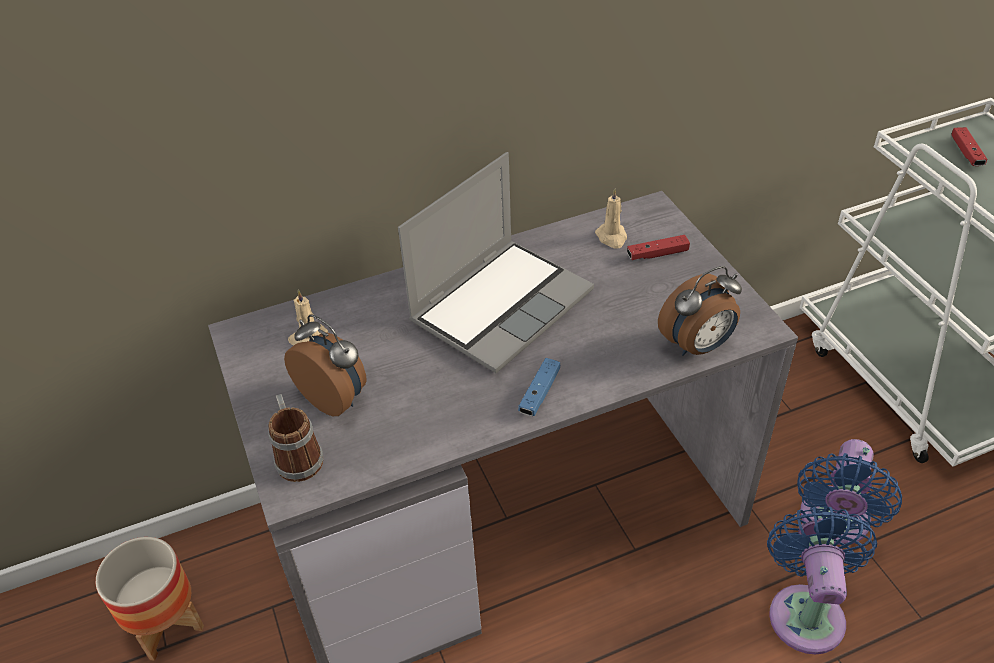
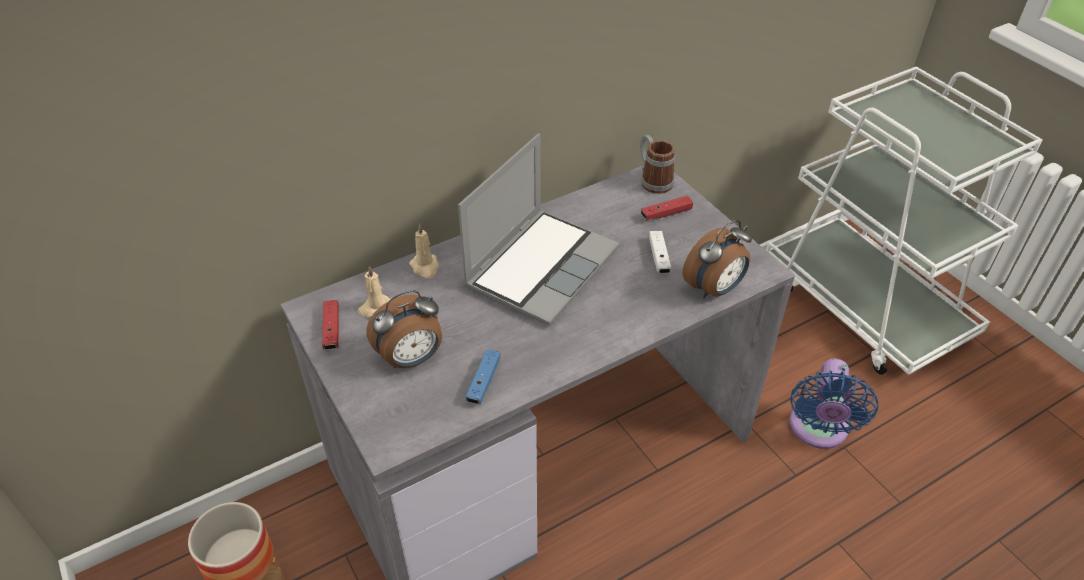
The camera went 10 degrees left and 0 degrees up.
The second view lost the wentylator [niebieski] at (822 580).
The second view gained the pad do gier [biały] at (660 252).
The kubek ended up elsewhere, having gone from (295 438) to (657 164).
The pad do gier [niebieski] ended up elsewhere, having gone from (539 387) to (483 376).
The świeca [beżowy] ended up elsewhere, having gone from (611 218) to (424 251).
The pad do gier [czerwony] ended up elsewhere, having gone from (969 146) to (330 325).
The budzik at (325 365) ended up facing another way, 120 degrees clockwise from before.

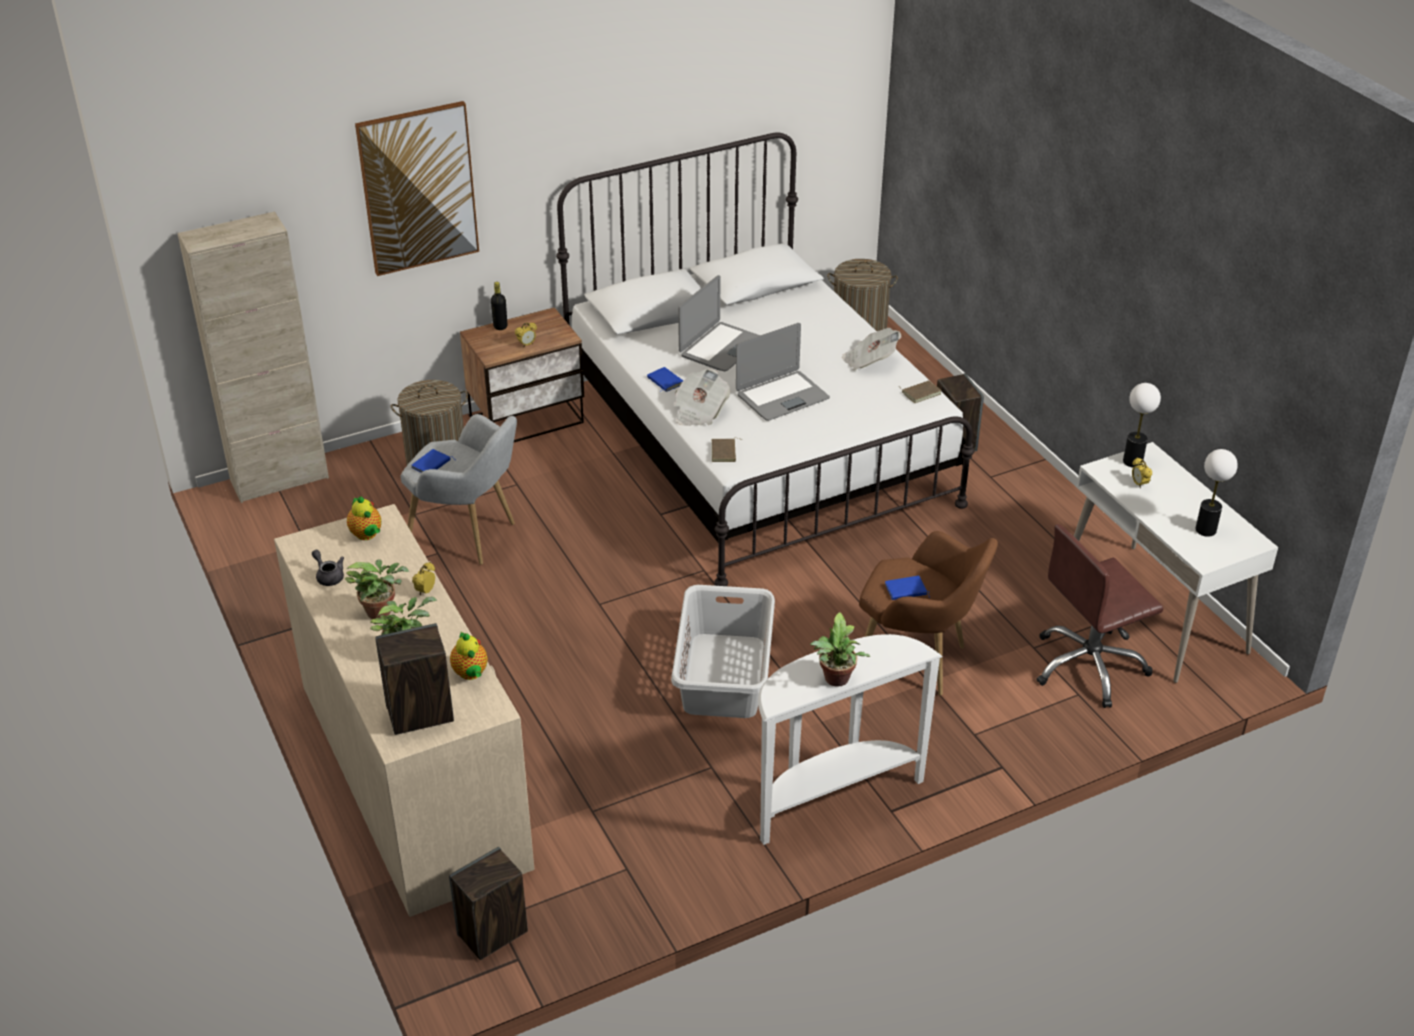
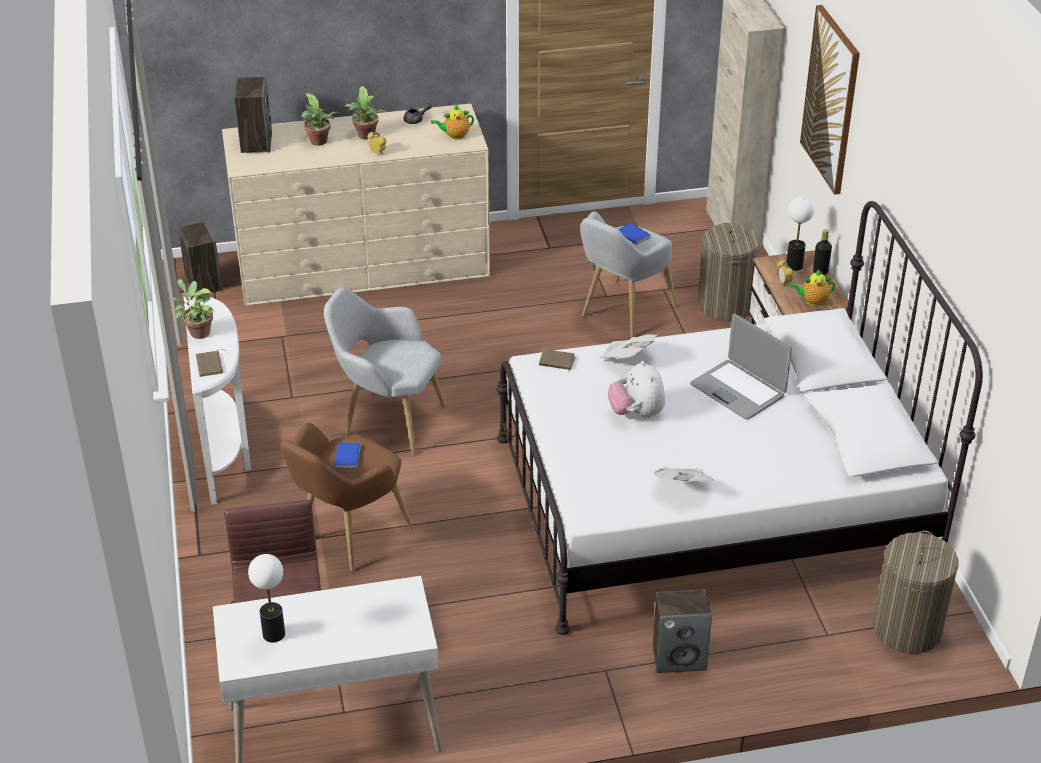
The camera went 105 degrees right and 0 degrees up.
The second view lost the książka [niebieski] at (665 379).
The second view lost the budzik at (1142 472).
The imbryk ended up elsewhere, having gone from (469 656) to (812 288).
The książka [brązowy] ended up elsewhere, having gone from (920 391) to (209 363).
The lampa stołowa ended up elsewhere, having gone from (1142 425) to (800 233).
Where the kosz na pranie [szary] stood at (723 651), the fotel [szary] came to stand at (385 371).
Where the laptop stood at (783 372), the pluszak came to stand at (636 390).

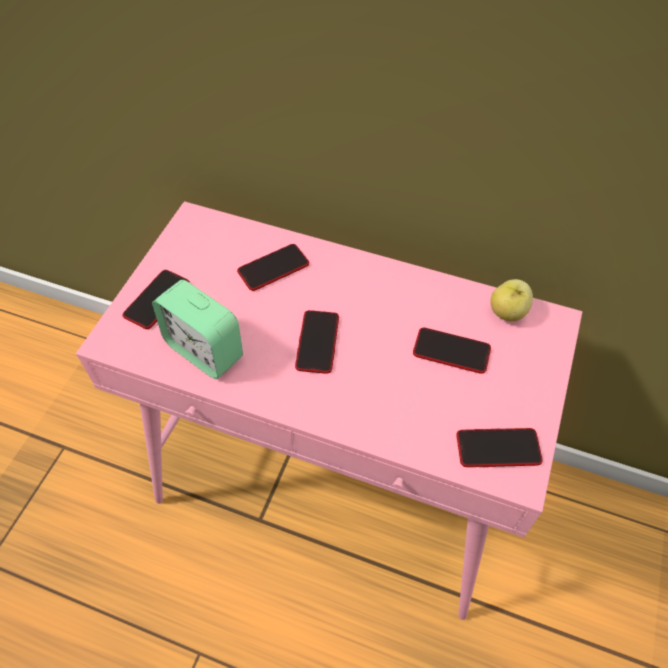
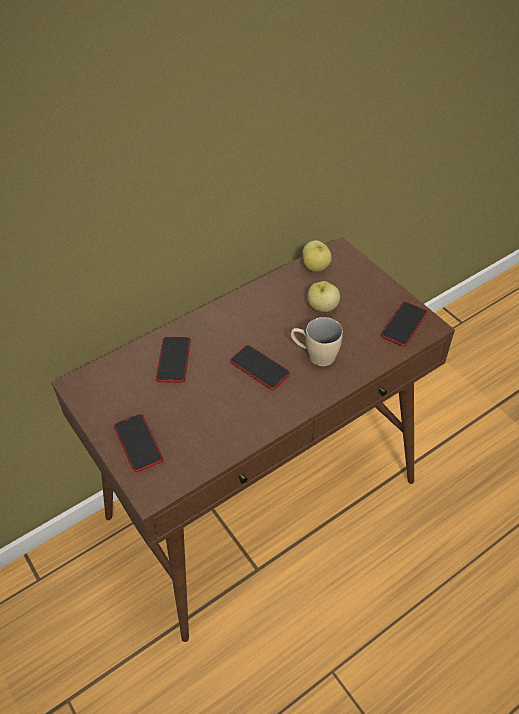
The camera went 55 degrees left and 5 degrees down.
The second view lost the budzik at (197 329).
The second view gained the kubek [beżowy] at (317 341).
Where the telefon stood at (452 351), the jabłko came to stand at (324 296).
What was the stolik konsolowy [różowy] at (329 410) turned into the stolik konsolowy [brązowy] at (253 439).

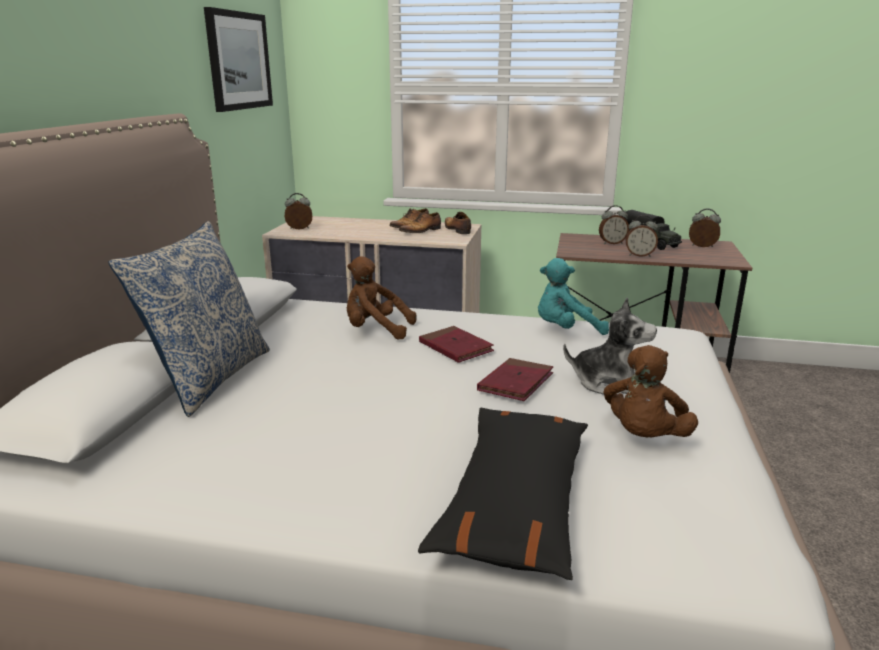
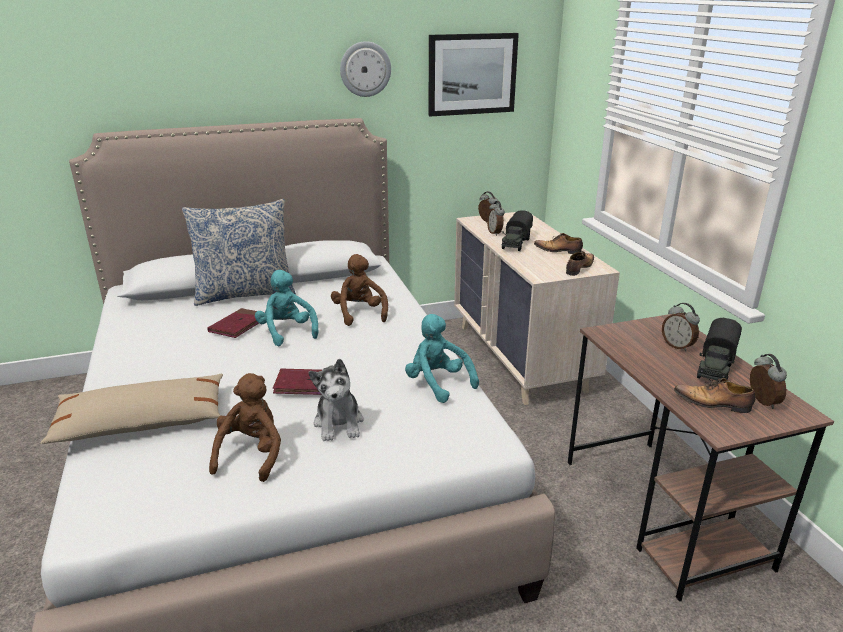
The camera went 60 degrees right and 5 degrees up.
The second view gained the pluszak [turkusowy] at (286 308).
The second view gained the zegar ścienny at (365 69).
The second view gained the ciężarówka zabawkowa at (517 230).
The but ended up elsewhere, having gone from (420 222) to (715 395).
The książka [czerwony] ended up elsewhere, having gone from (456 344) to (233 323).
The budzik ended up elsewhere, having gone from (642 236) to (496 218).
What was the poduszka [czarny] at (503 494) turned into the poduszka [beżowy] at (131 409).
The pluszak [brązowy] at (651 391) ended up facing another way, 105 degrees clockwise from before.

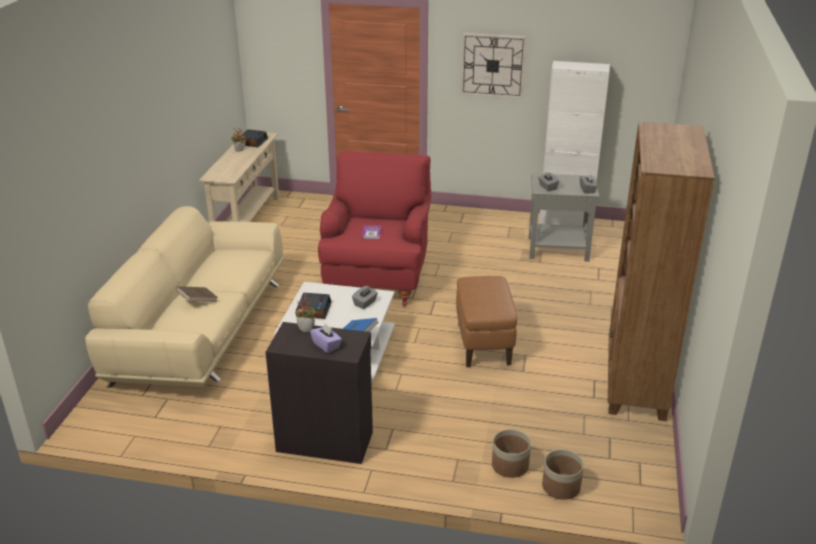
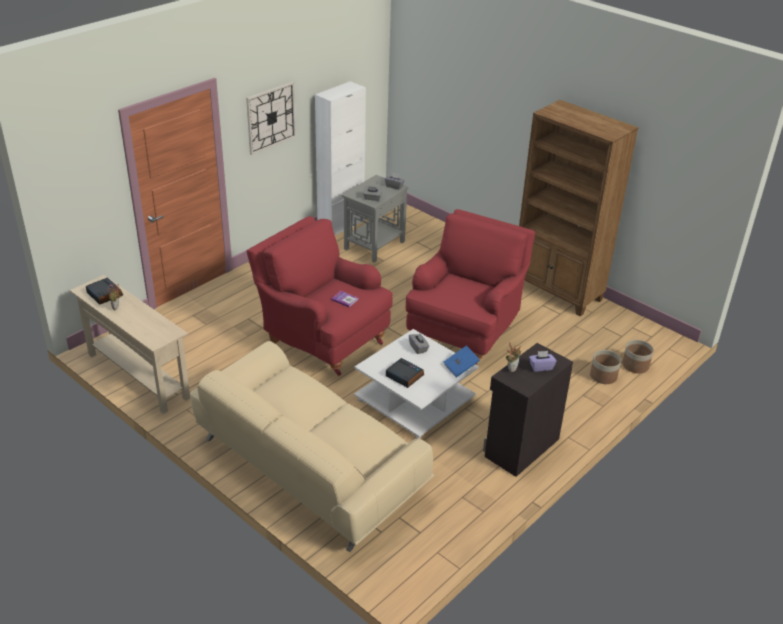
The camera went 60 degrees left and 5 degrees up.
The second view lost the książka [brązowy] at (197 294).
Where the pufa [brązowy] stood at (486 321), the fotel [czerwony] came to stand at (470 287).

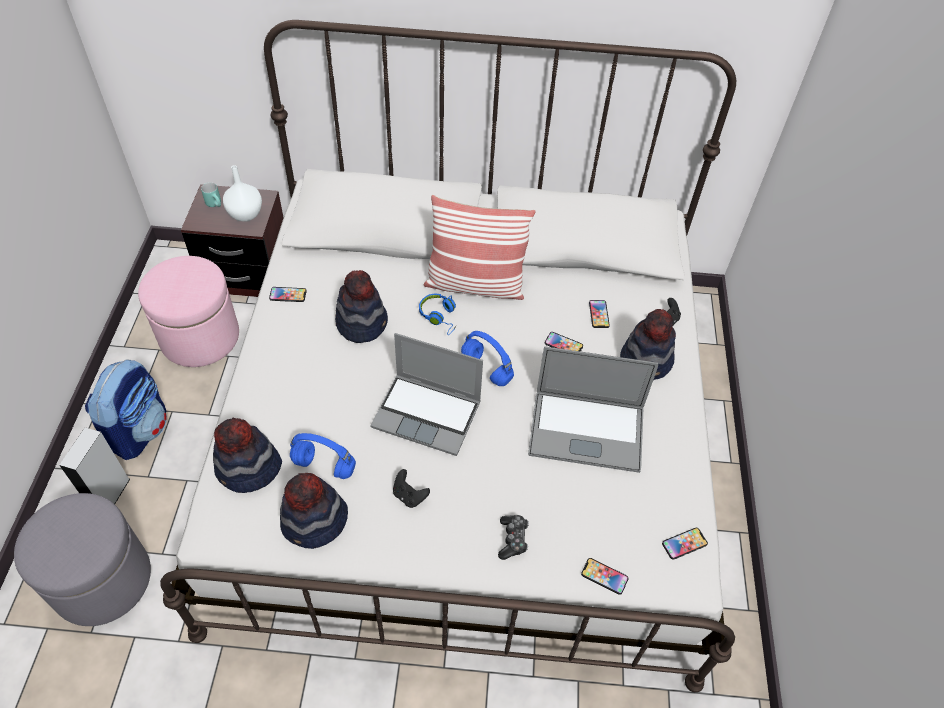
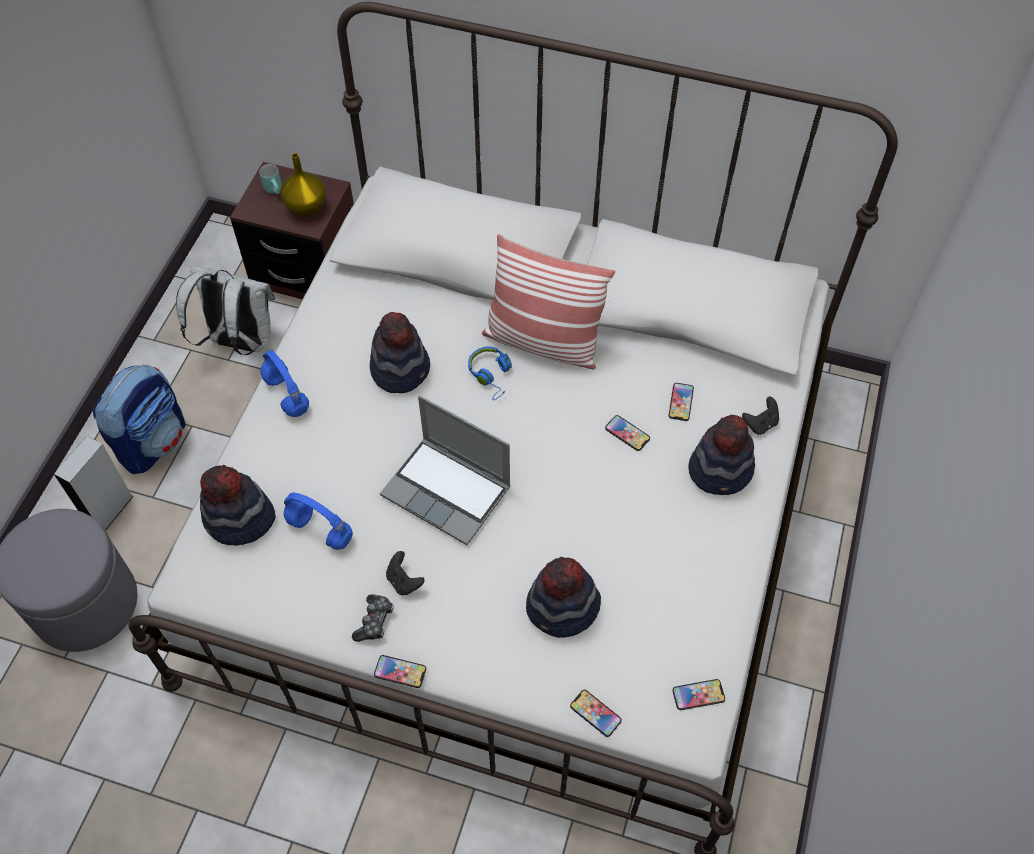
The camera went 15 degrees right and 5 degrees up.
The second view lost the laptop at (593 409).
The telefon ended up elsewhere, having gone from (287 294) to (400 671).
The kapelusz ended up elsewhere, having gone from (314 511) to (563 597).
The słuchawki [niebieski] ended up elsewhere, having gone from (487 358) to (284 383).
The pad do gier ended up elsewhere, having gone from (513 537) to (373 618).
Where the pufa [różowy] stood at (188 311), the plecak [biały] came to stand at (225 310).
What was the wazon [biały] at (242 193) turned into the wazon [żółty] at (303 185).

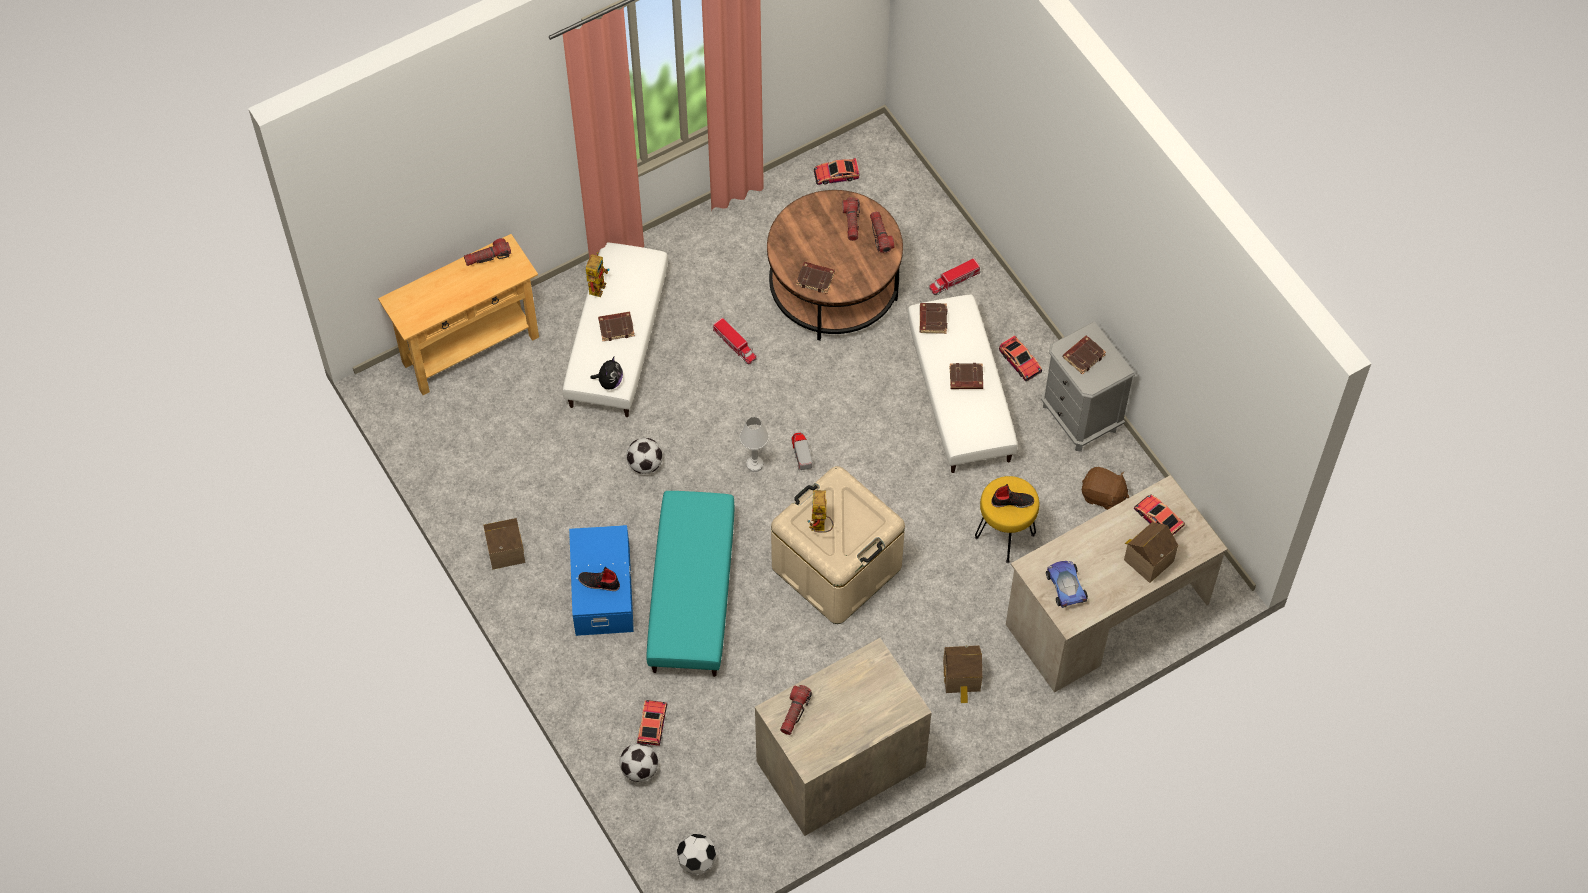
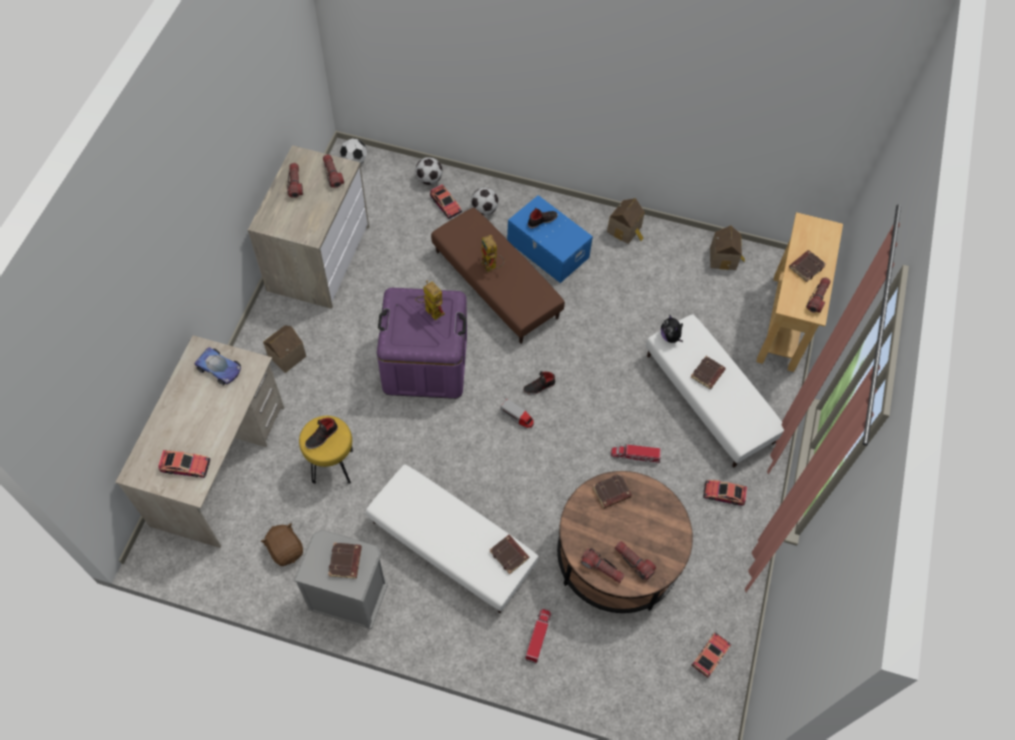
The camera went 135 degrees right and 0 degrees up.
The second view gained the latarka at (295 180).
The robot zabawkowy ended up elsewhere, having gone from (598 274) to (492 253).
The piłka futbolowa ended up elsewhere, having gone from (644 456) to (485 201).
The książka [brązowy] ended up elsewhere, having gone from (966 376) to (807 266).
The samochodzik ended up elsewhere, having gone from (1020 358) to (725 493).
The domek ended up elsewhere, having gone from (1151 552) to (727 247).
Where the lampa stołowa [biały] stood at (754 444), the but [czarny] came to stand at (539 383).
What was the pufa [turkusowy] at (690 584) turned into the pufa [brązowy] at (498 276).
What was the pojemnik do przechowywania [beżowy] at (838 545) turned into the pojemnik do przechowywania [fioletowy] at (422 343).
The pluszak [brązowy] at (1105 488) ended up facing another way, 75 degrees clockwise from before.

